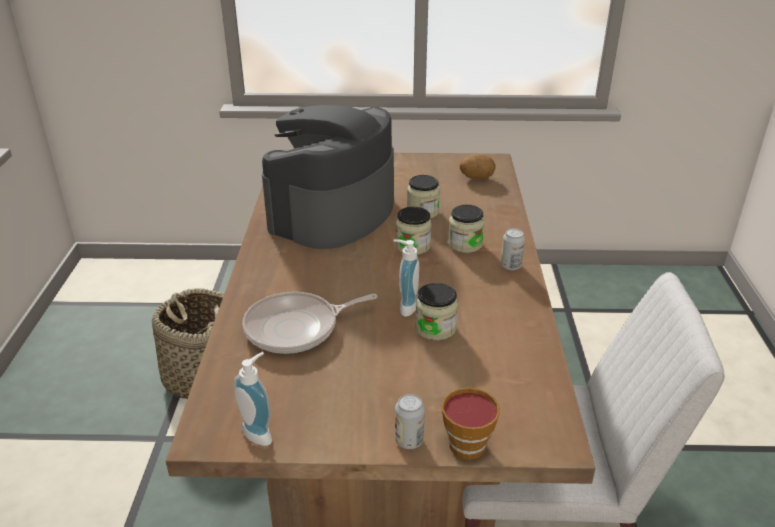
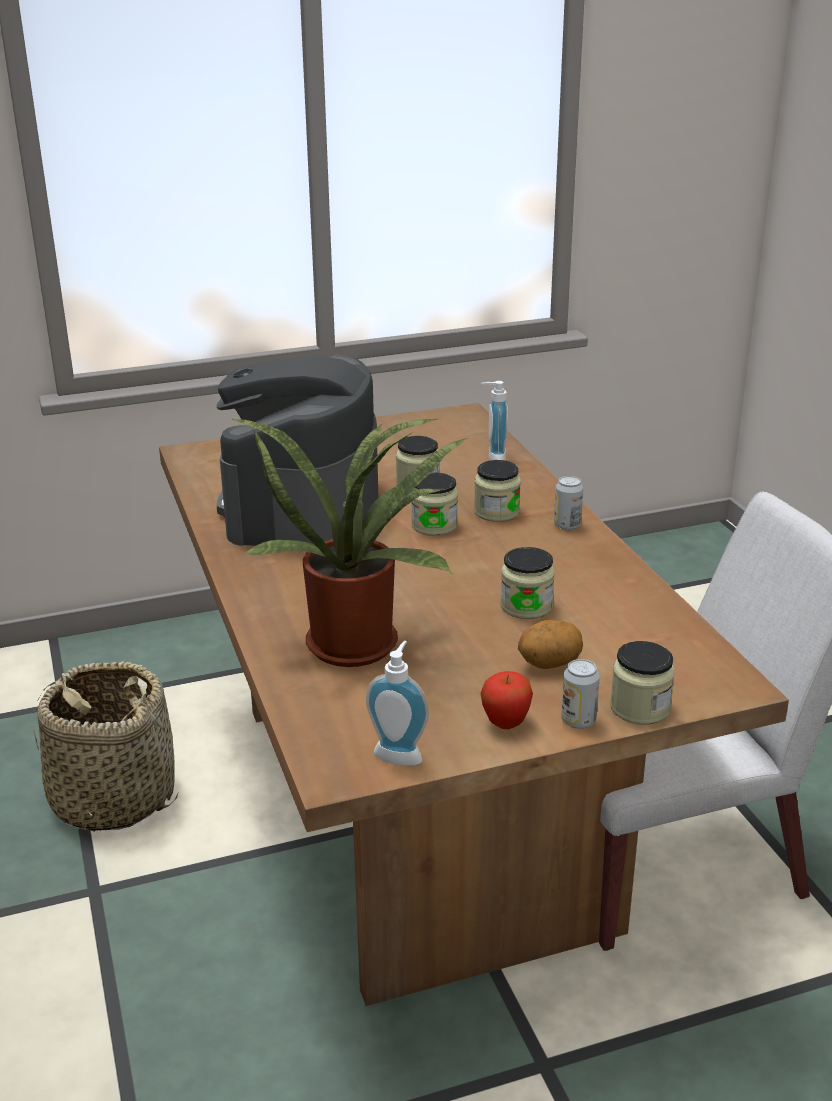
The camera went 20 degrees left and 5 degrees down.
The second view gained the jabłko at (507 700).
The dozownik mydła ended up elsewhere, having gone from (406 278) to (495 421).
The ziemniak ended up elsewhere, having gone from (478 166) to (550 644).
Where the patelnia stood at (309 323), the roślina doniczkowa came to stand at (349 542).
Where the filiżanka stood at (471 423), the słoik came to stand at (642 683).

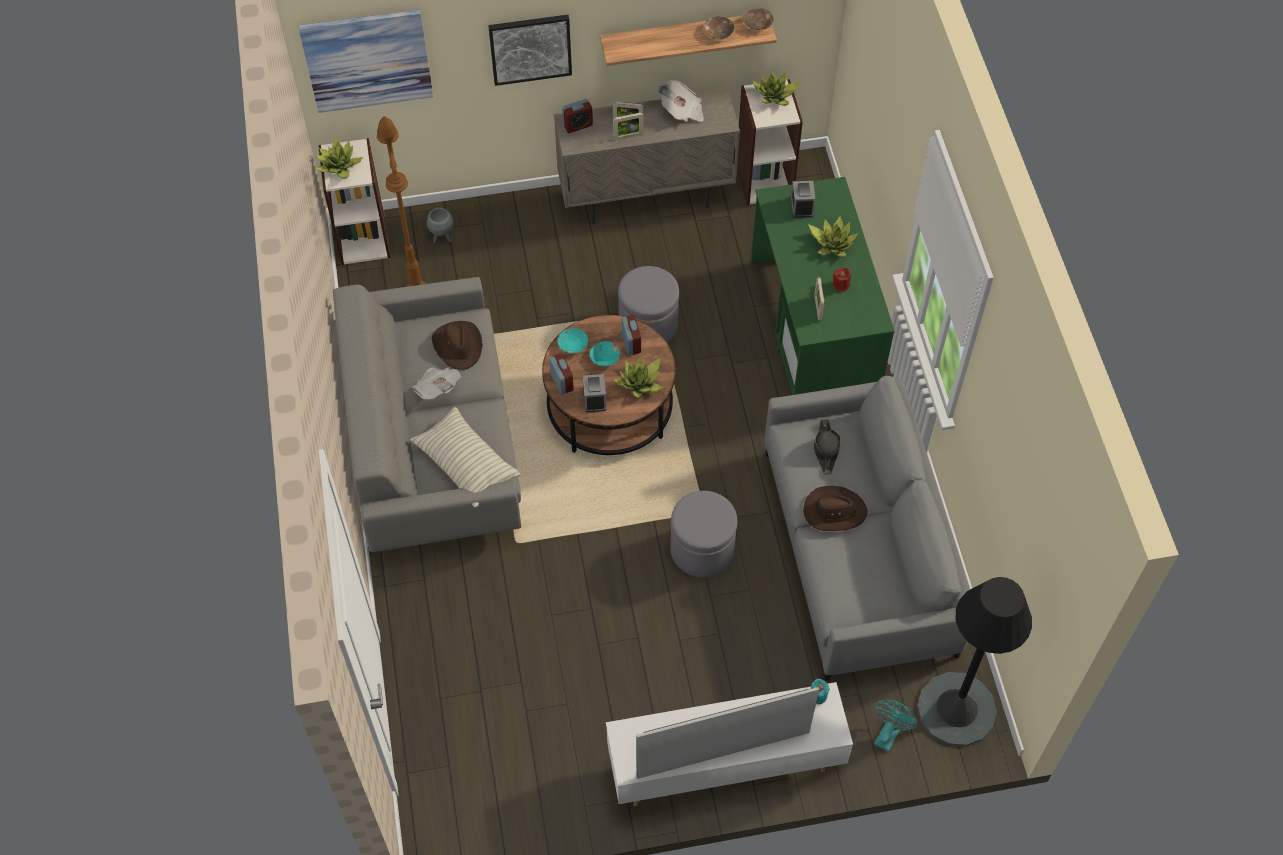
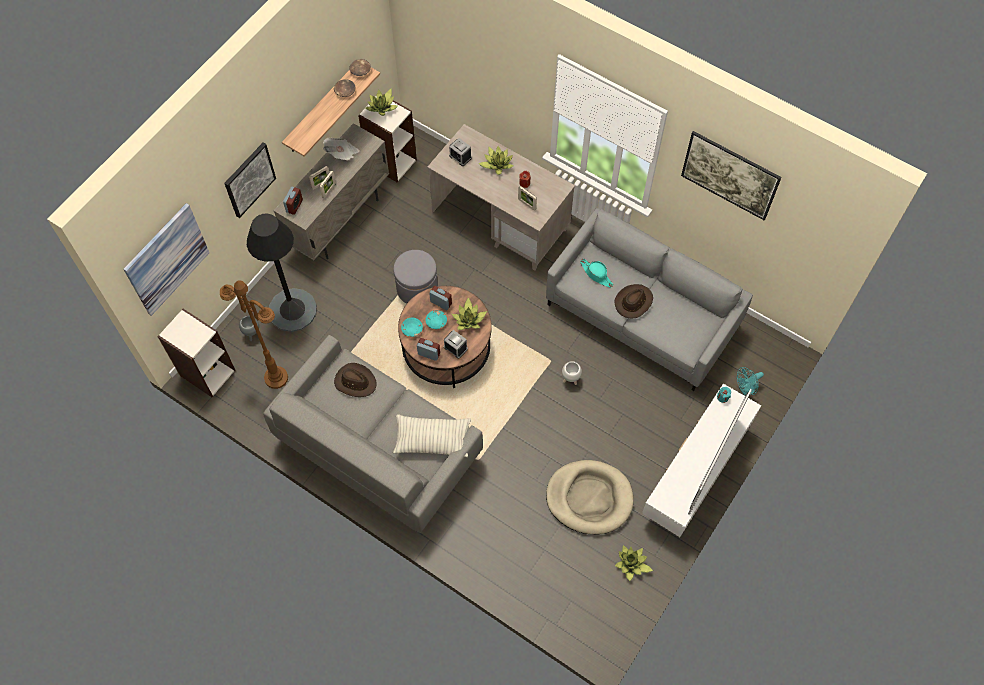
The camera went 45 degrees left and 5 degrees up.
The second view lost the gazeta at (436 383).
The second view gained the legowisko [beżowy] at (589 497).
The second view gained the obraz at (731 175).
The roślina doniczkowa ended up elsewhere, having gone from (339 158) to (634 563).
The lampa stojąca [czarny] ended up elsewhere, having gone from (974 661) to (282 272).
Where the pufa [szary] stood at (703 534), the donica [biały] came to stand at (572 373).
What was the biurko [zielony] at (823 286) turned into the biurko [beżowy] at (501 197).
What was the kapelusz [czarny] at (827 447) turned into the kapelusz [turkusowy] at (597 273).
The wentylator [turkusowy] at (896 725) ended up facing another way, 105 degrees counterclockwise from before.

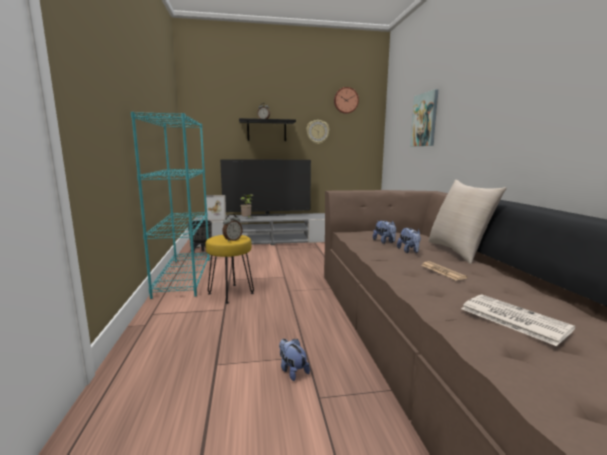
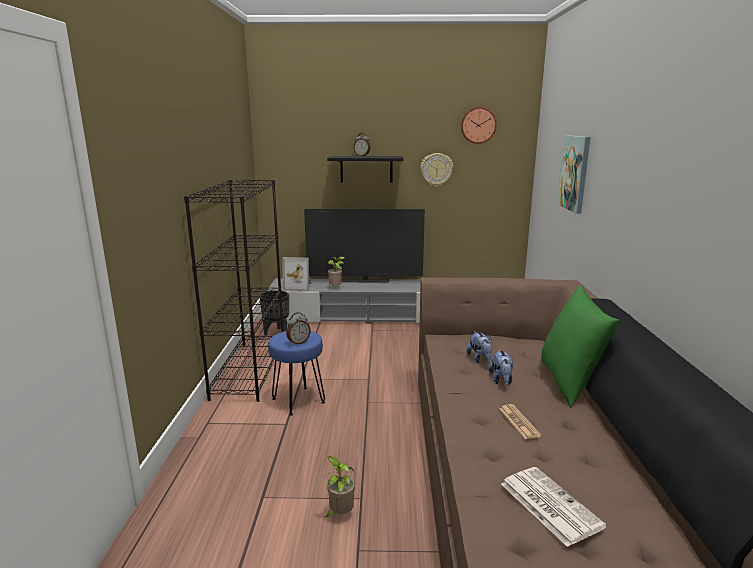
The camera went 10 degrees right and 5 degrees up.
Where the pluszak stood at (294 360), the roślina doniczkowa came to stand at (340 486).
What was the regał [turkusowy] at (170 205) turned into the regał [czarny] at (234 291).
What was the stołek [żółty] at (229 269) turned into the stołek [niebieski] at (296 373).
What was the poduszka [beżowy] at (467 222) turned into the poduszka [zielony] at (580 346).

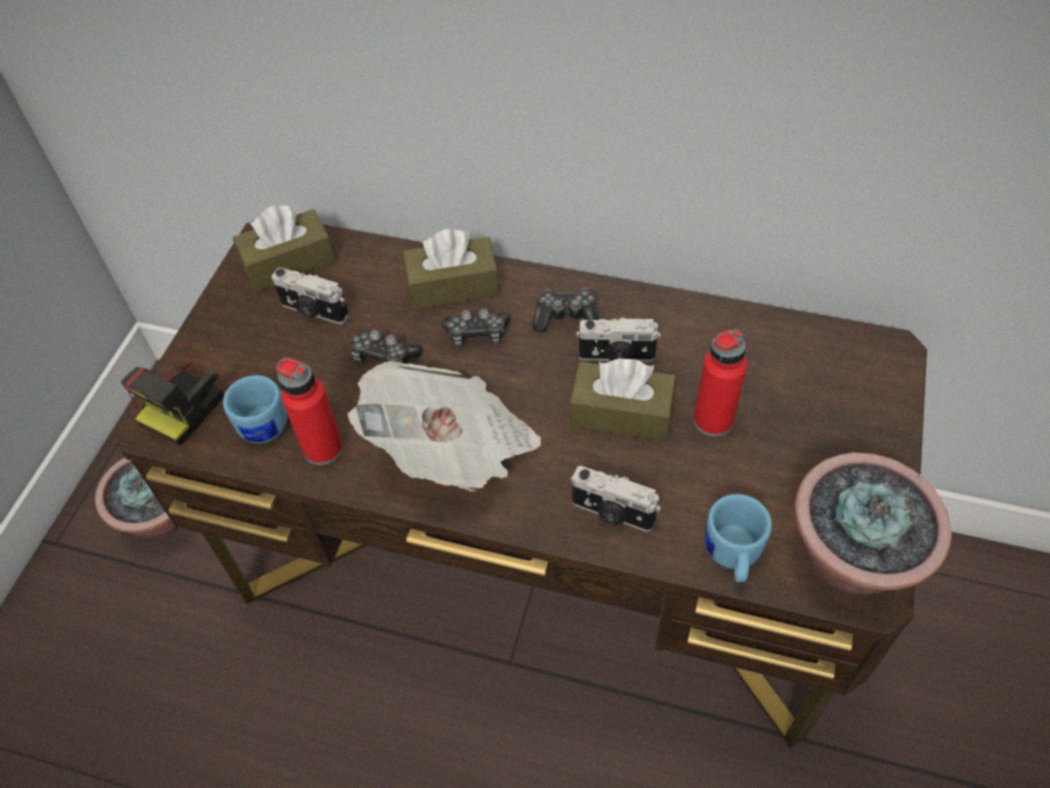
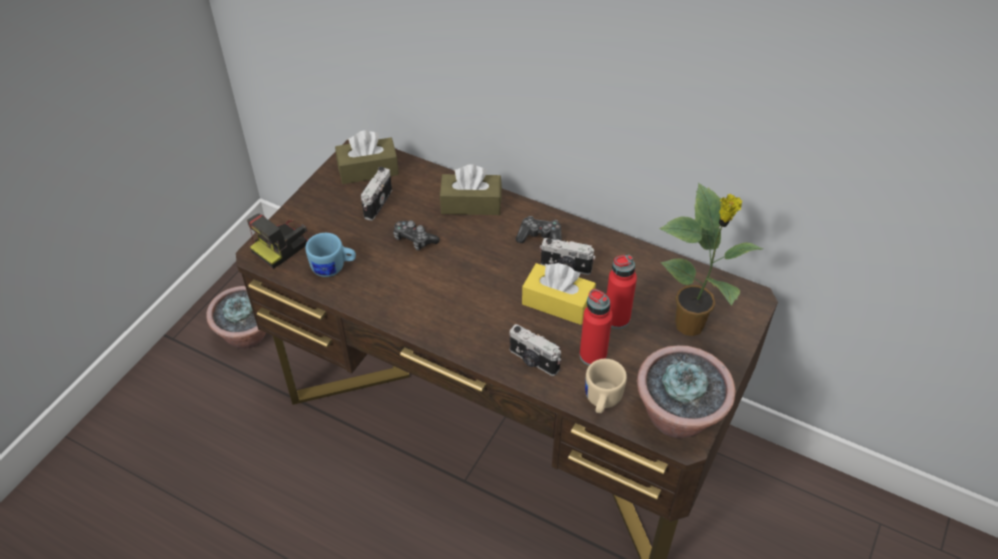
The camera went 10 degrees right and 5 degrees down.
The second view lost the gazeta at (444 426).
The second view lost the pad do gier at (476 327).
The second view gained the roślina doniczkowa at (711 259).
The butelka [czerwony] ended up elsewhere, having gone from (309 411) to (596 327).
What was the pudełko chusteczek [brązowy] at (622 399) turned into the pudełko chusteczek [żółty] at (559 294).
What was the kubek [niebieski] at (738 538) turned into the kubek [beżowy] at (606 386).
The aparat fotograficzny at (310 295) ended up facing another way, 75 degrees clockwise from before.

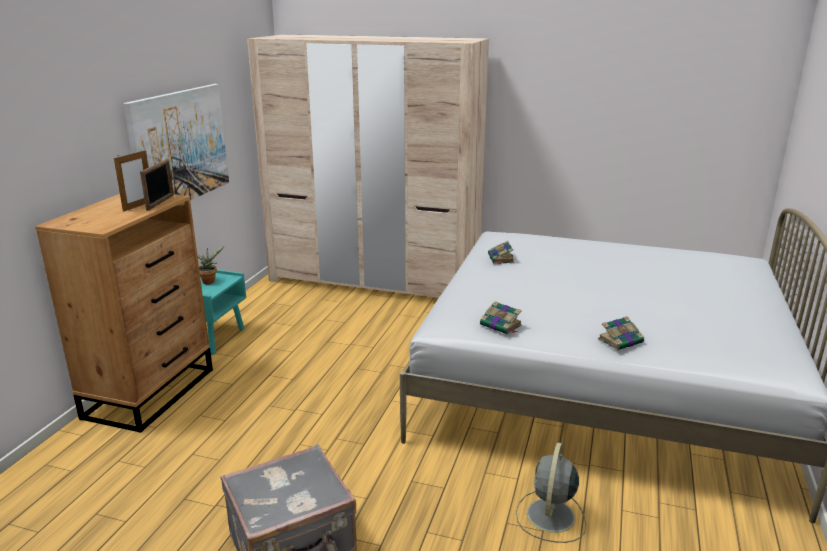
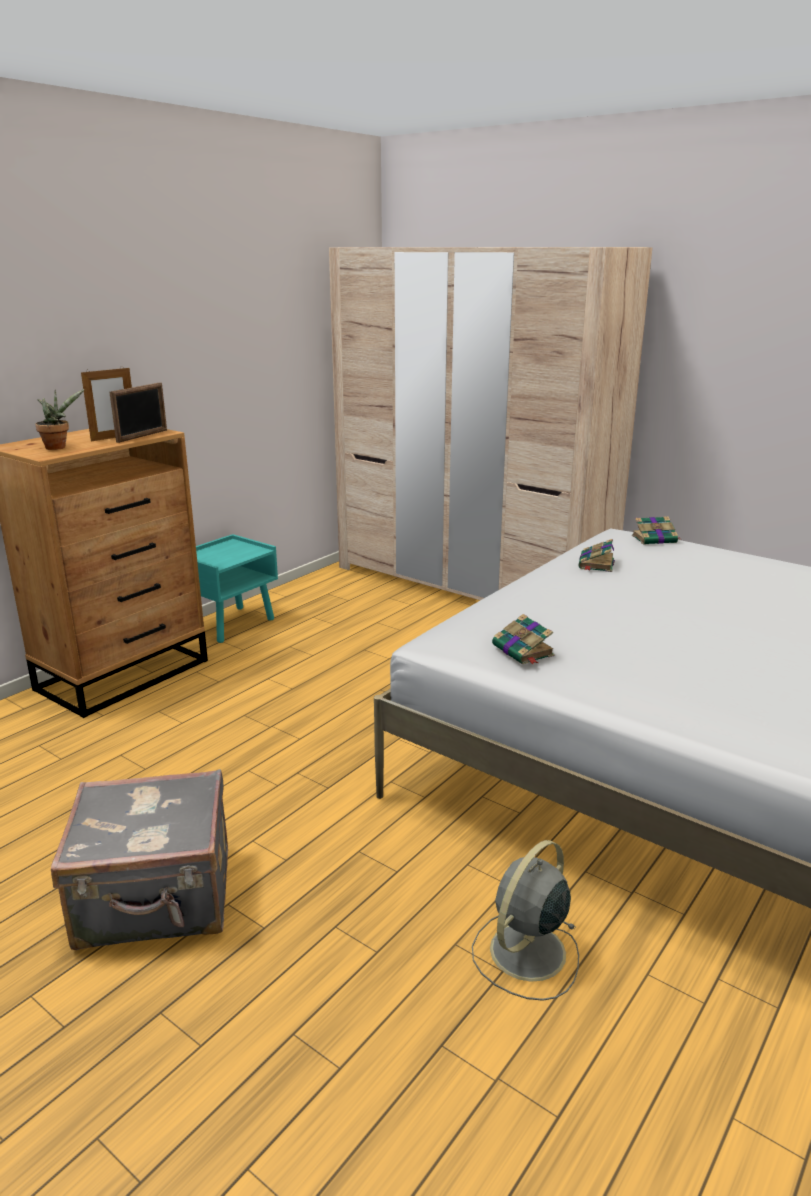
The camera went 20 degrees right and 0 degrees up.
The second view lost the obraz at (176 142).
The roślina doniczkowa ended up elsewhere, having gone from (211 264) to (60 419).
The książka ended up elsewhere, having gone from (621 333) to (655 530).

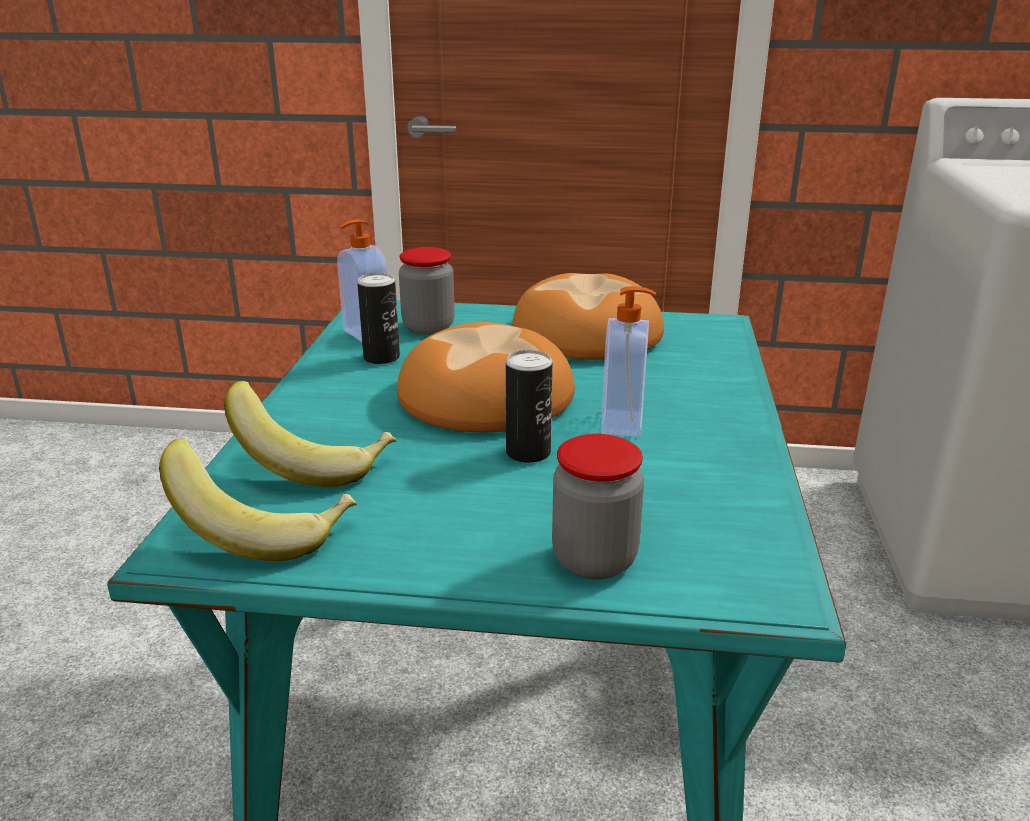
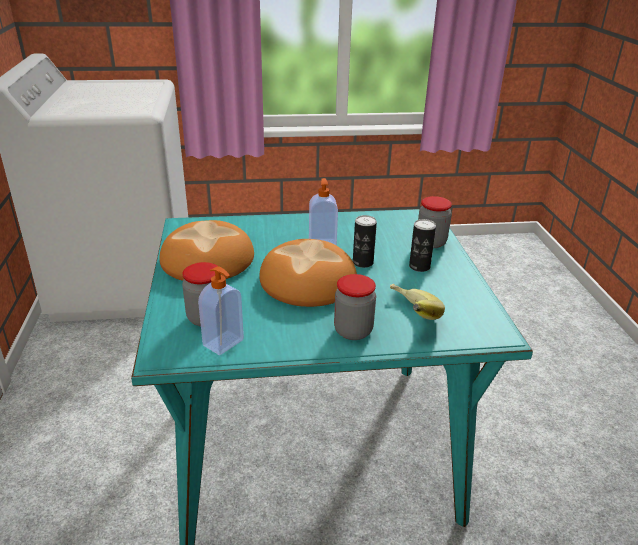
The camera went 105 degrees left and 5 degrees up.
The second view lost the banan at (258 500).
The second view gained the słoik at (355 307).
The puszka ended up elsewhere, having gone from (378 318) to (422 245).

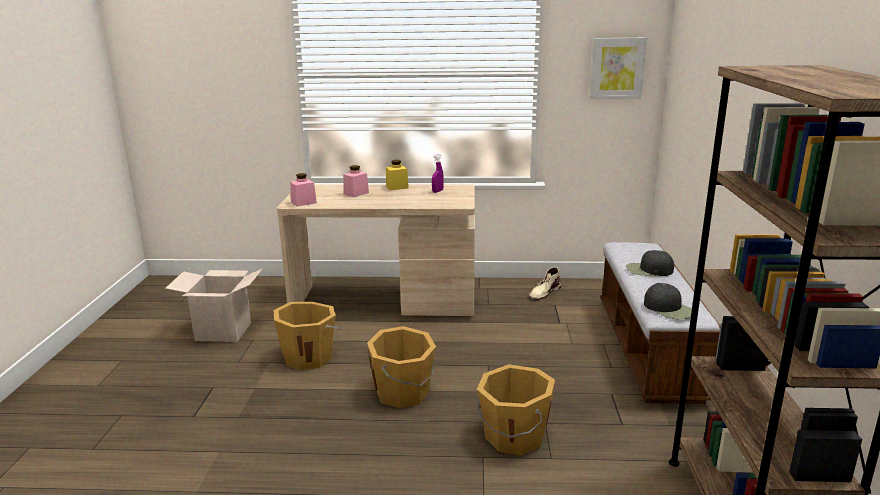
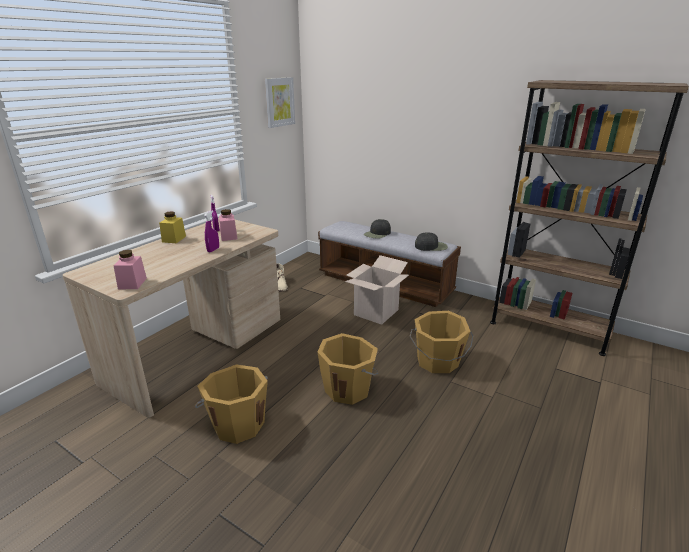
The camera went 60 degrees left and 5 degrees up.
The second view gained the spryskiwacz [fioletowy] at (211 231).
The karton ended up elsewhere, having gone from (214 305) to (377 290).
The słoik [różowy] ended up elsewhere, having gone from (356 181) to (228 225).

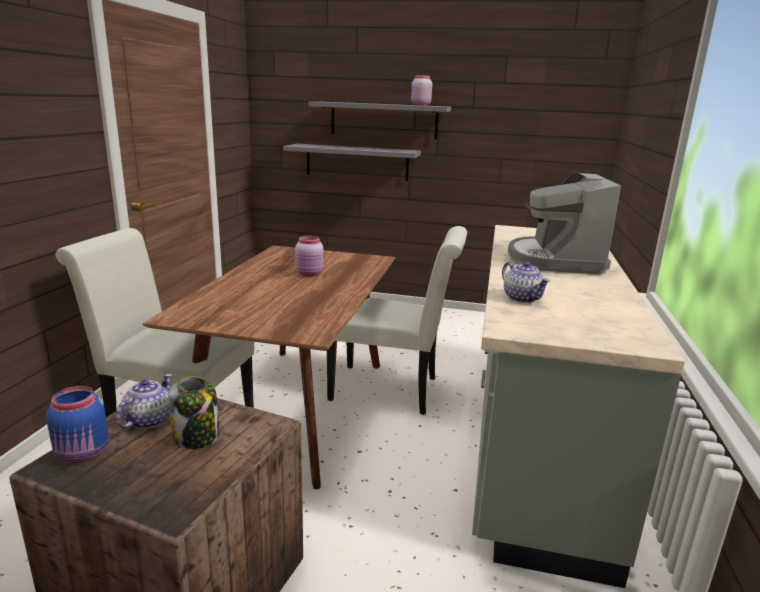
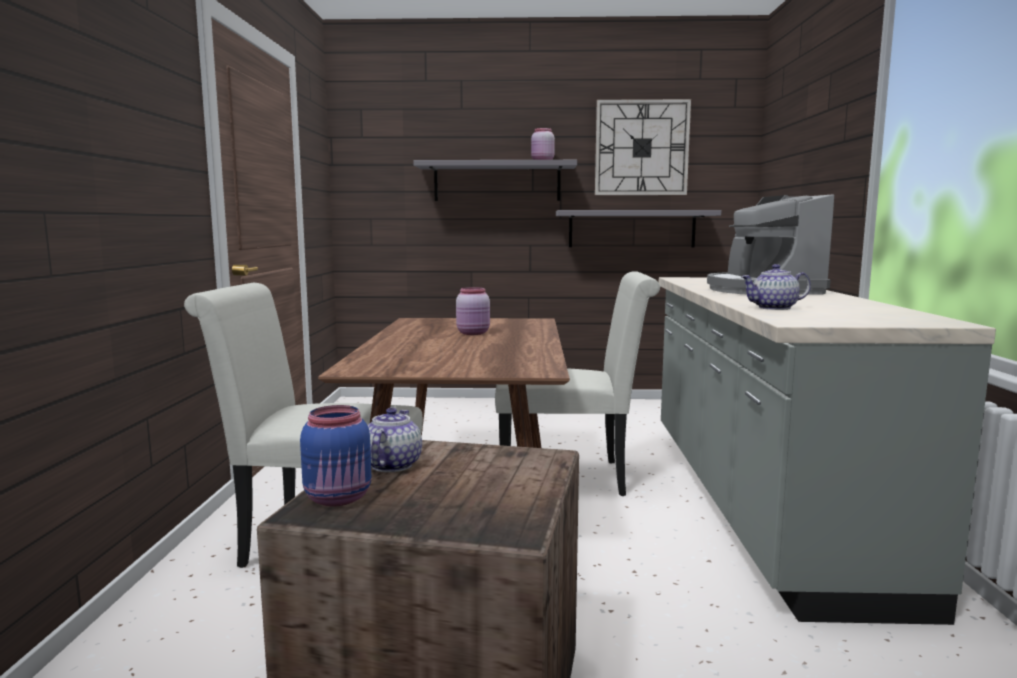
The camera went 10 degrees left and 10 degrees down.
The second view lost the słoik at (193 412).
The second view gained the zegar ścienny at (643 147).
The półka [szary] ended up elsewhere, having gone from (352 162) to (639 228).
The imbryk at (526 282) ended up facing another way, 120 degrees clockwise from before.

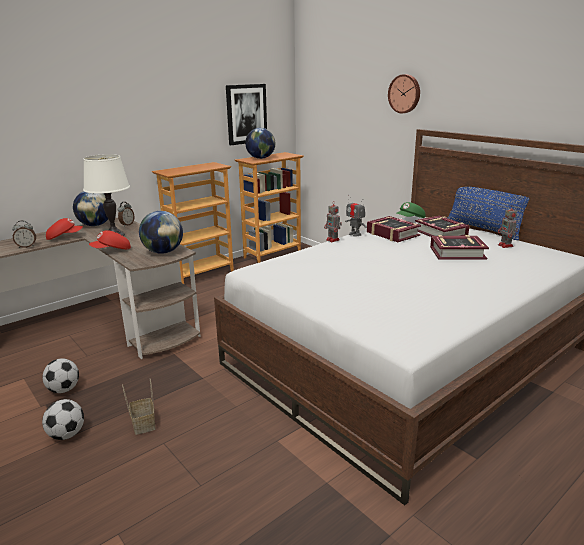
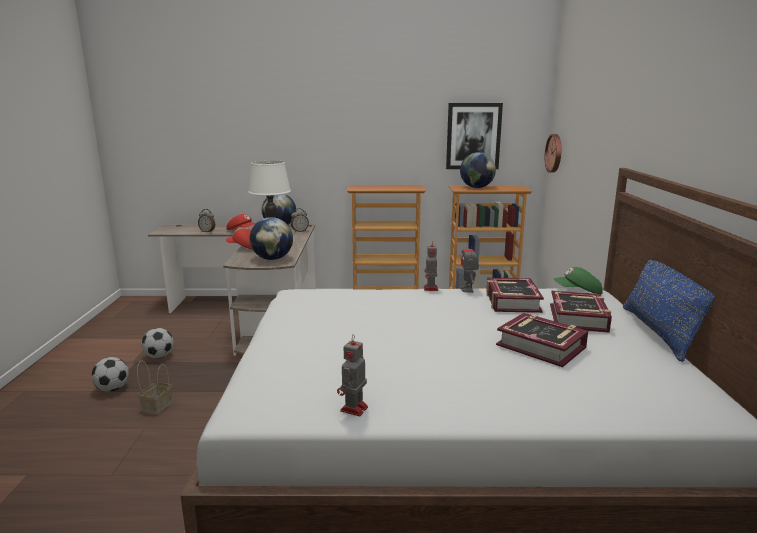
The camera went 40 degrees right and 5 degrees down.
The zegar ścienny ended up elsewhere, having gone from (404 93) to (553 153).
The robot zabawkowy ended up elsewhere, having gone from (508 226) to (352 375).

